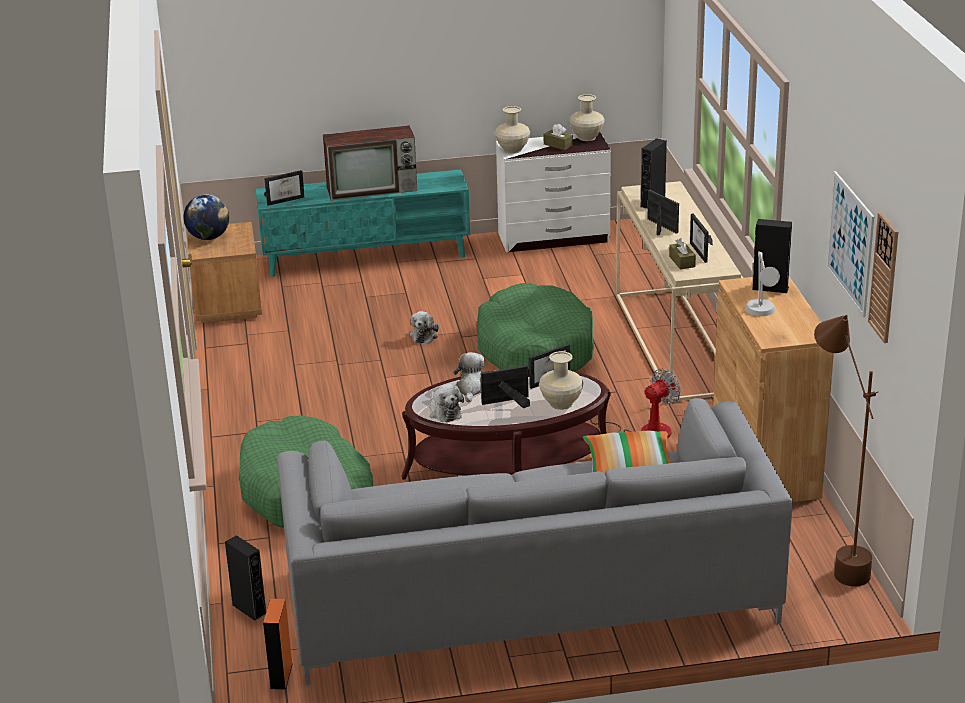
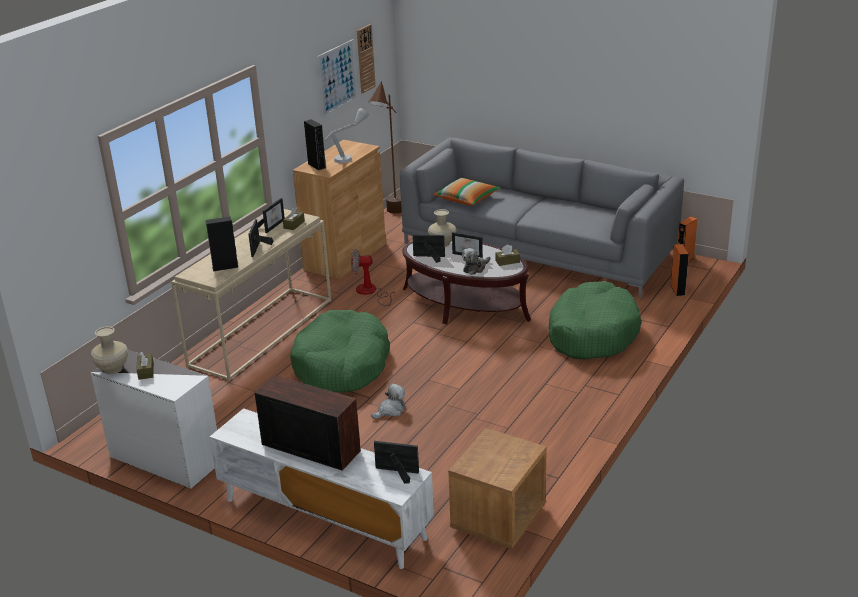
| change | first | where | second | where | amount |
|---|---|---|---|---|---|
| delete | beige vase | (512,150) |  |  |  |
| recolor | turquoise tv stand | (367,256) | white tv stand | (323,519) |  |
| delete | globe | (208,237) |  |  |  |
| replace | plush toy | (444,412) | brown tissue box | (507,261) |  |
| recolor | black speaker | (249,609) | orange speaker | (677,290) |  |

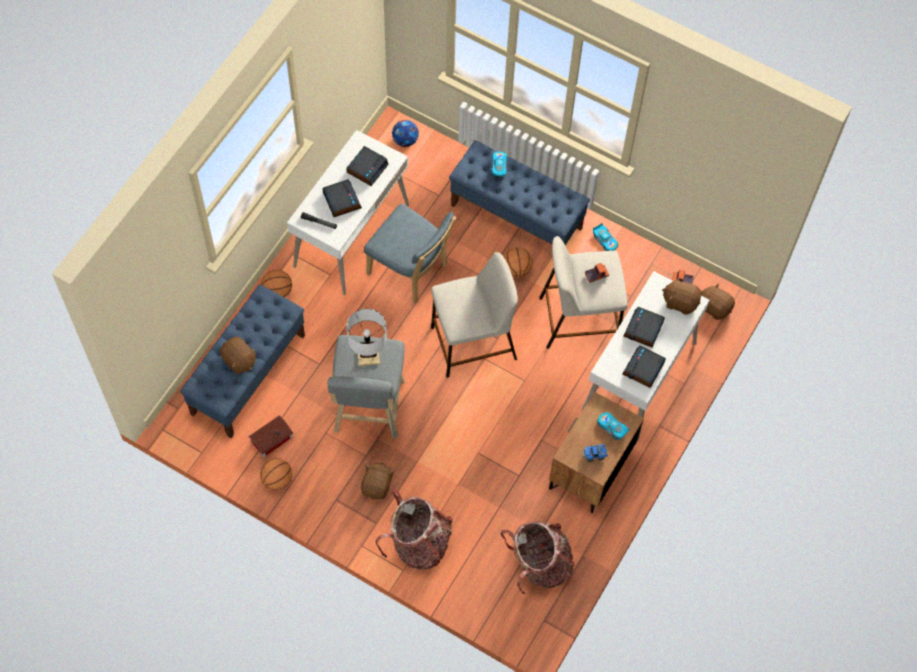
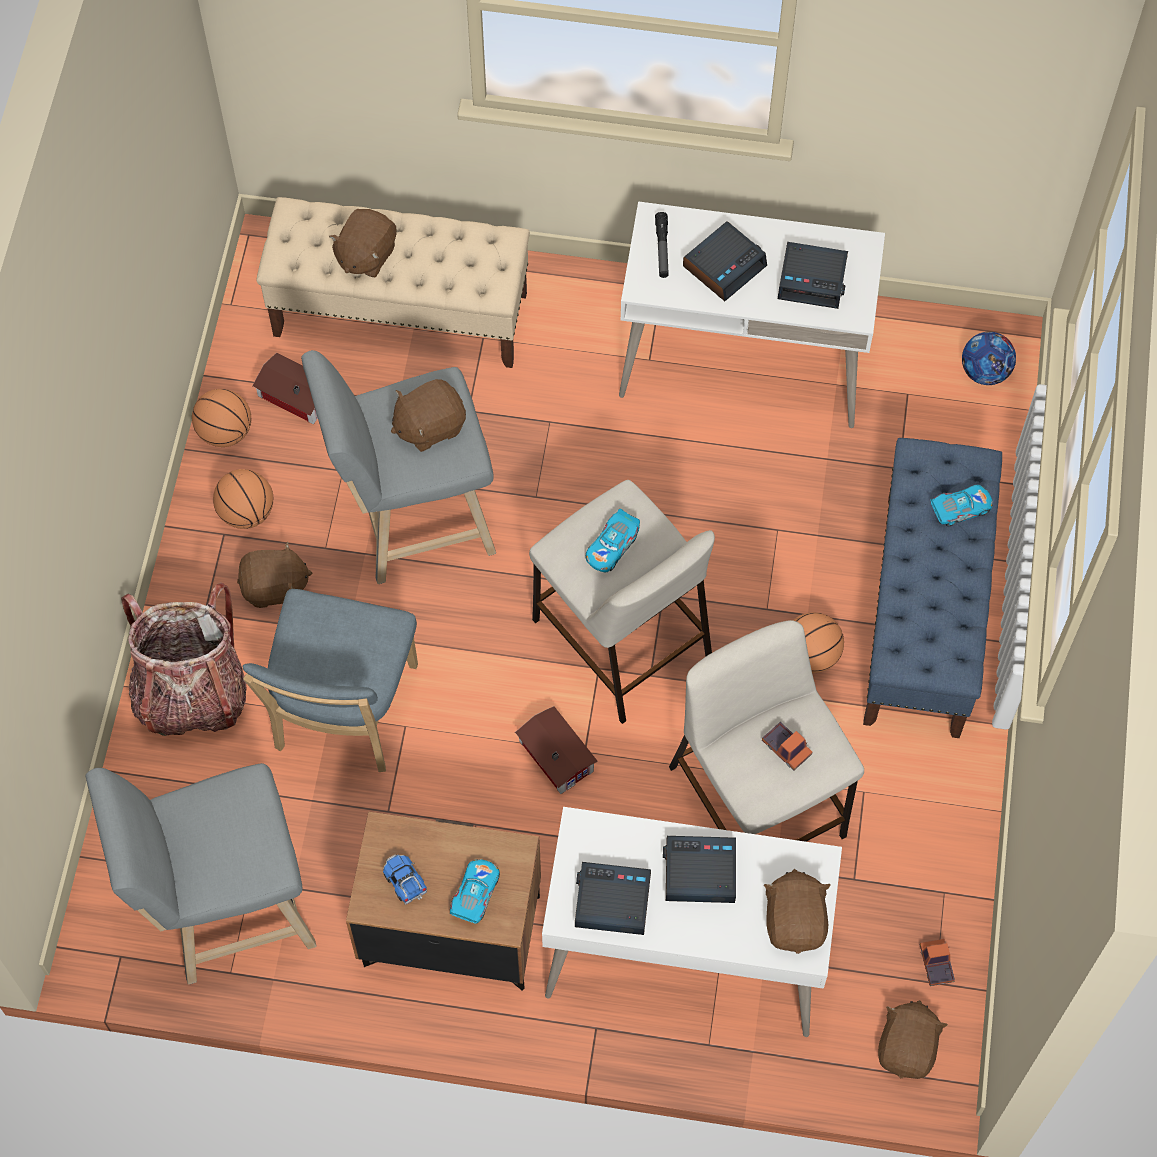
| change | first | where | second | where | amount |
|---|---|---|---|---|---|
| move | blue chair | (410,272) |  | (343,714) |  |
| move | toy car | (605,240) |  | (612,547) |  |
| move | basketball | (277,291) |  | (247,513) |  |
| recolor | blue bench | (248,374) | beige bench | (401,314) |  |
| replace | white table lamp | (368,357) | brown plush toy | (429,426) |  |
| replace | backpack | (539,564) | grey stool | (226,909) |  |
| insert |  |  | toy house | (556,753) |  |

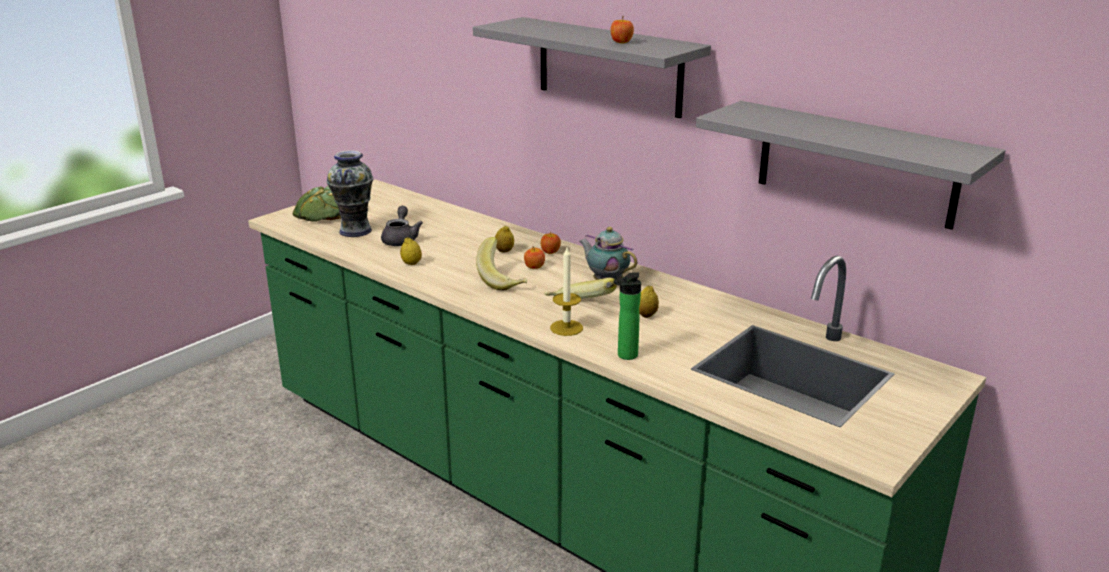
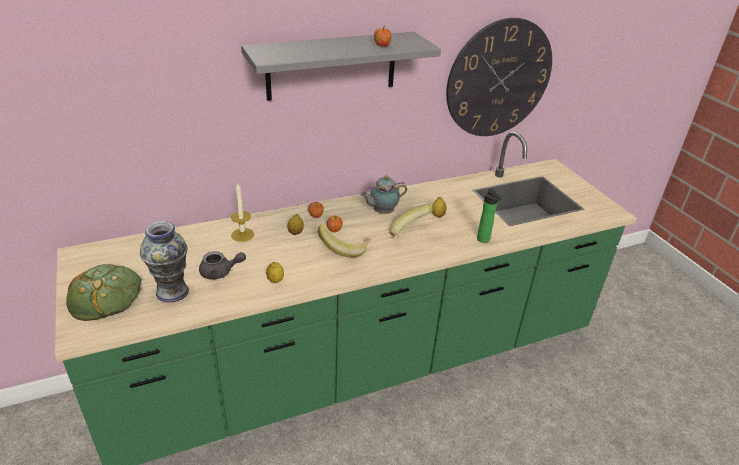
| change | first | where | second | where | amount |
|---|---|---|---|---|---|
| replace | grey shelf | (856,164) | wall clock | (499,79) |  |
| rotate | grey teapot | (401,239) |  | (220,272) | 150 degrees clockwise |
| move | candle | (566,328) |  | (242,235) |  |

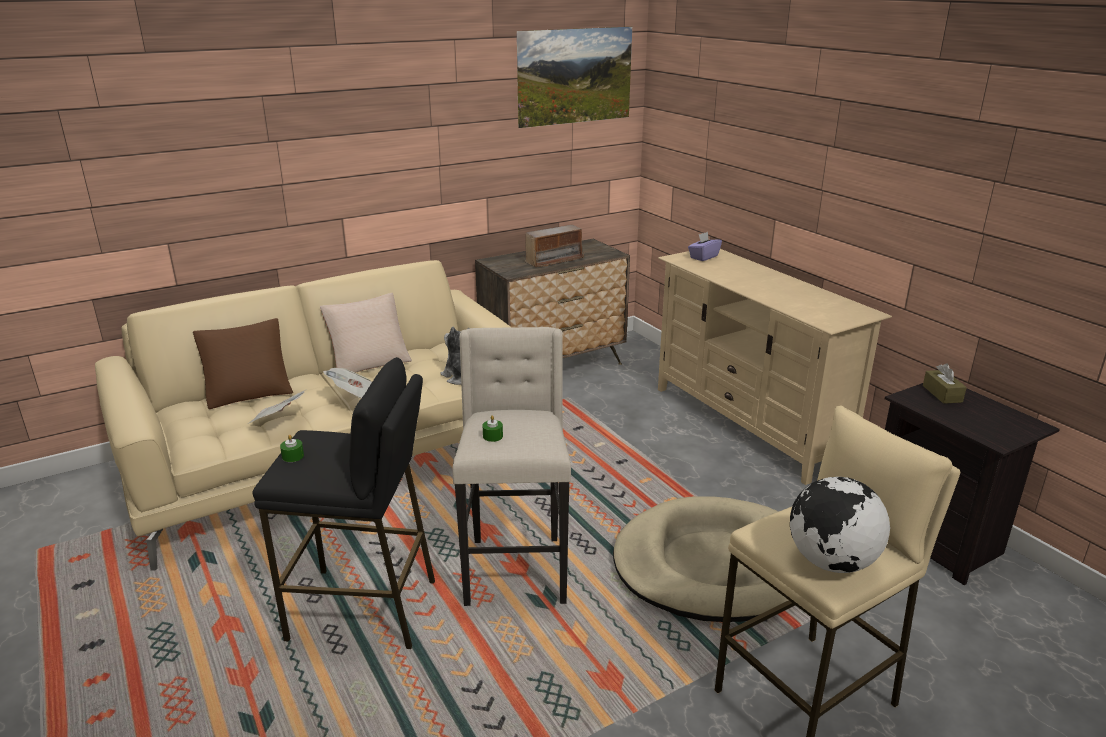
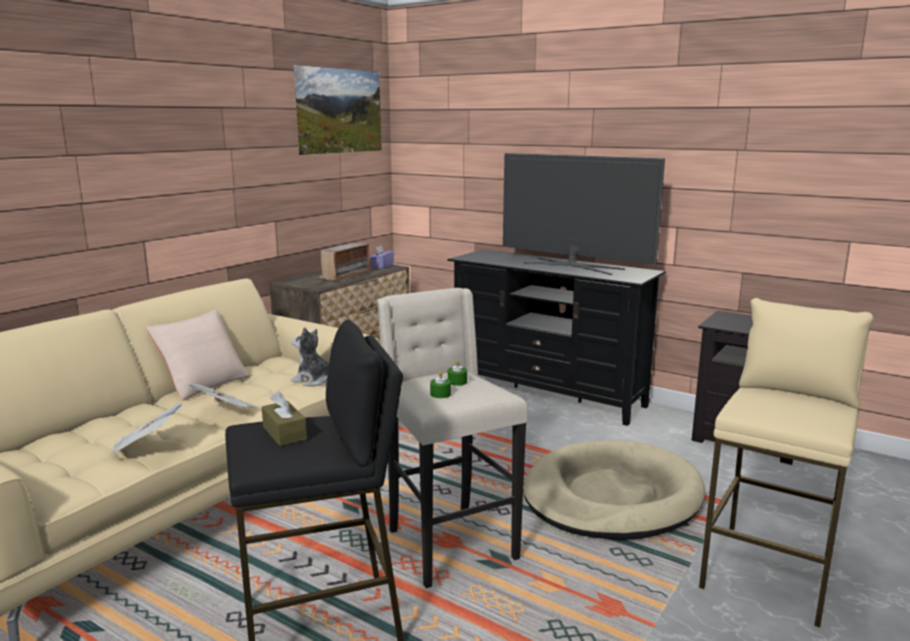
| change | first | where | second | where | amount |
|---|---|---|---|---|---|
| move | purple tissue box | (703,257) |  | (381,266) |  |
| recolor | beige tv stand | (748,424) | black tv stand | (548,394) |  |
| delete | brown pillow | (249,391) |  |  |  |
| move | brown tissue box | (942,394) |  | (284,433) |  |
| move | green candle | (293,456) |  | (457,382) |  |
| delete | globe | (831,562) |  |  |  |
| insert |  |  | television | (573,266) |  |

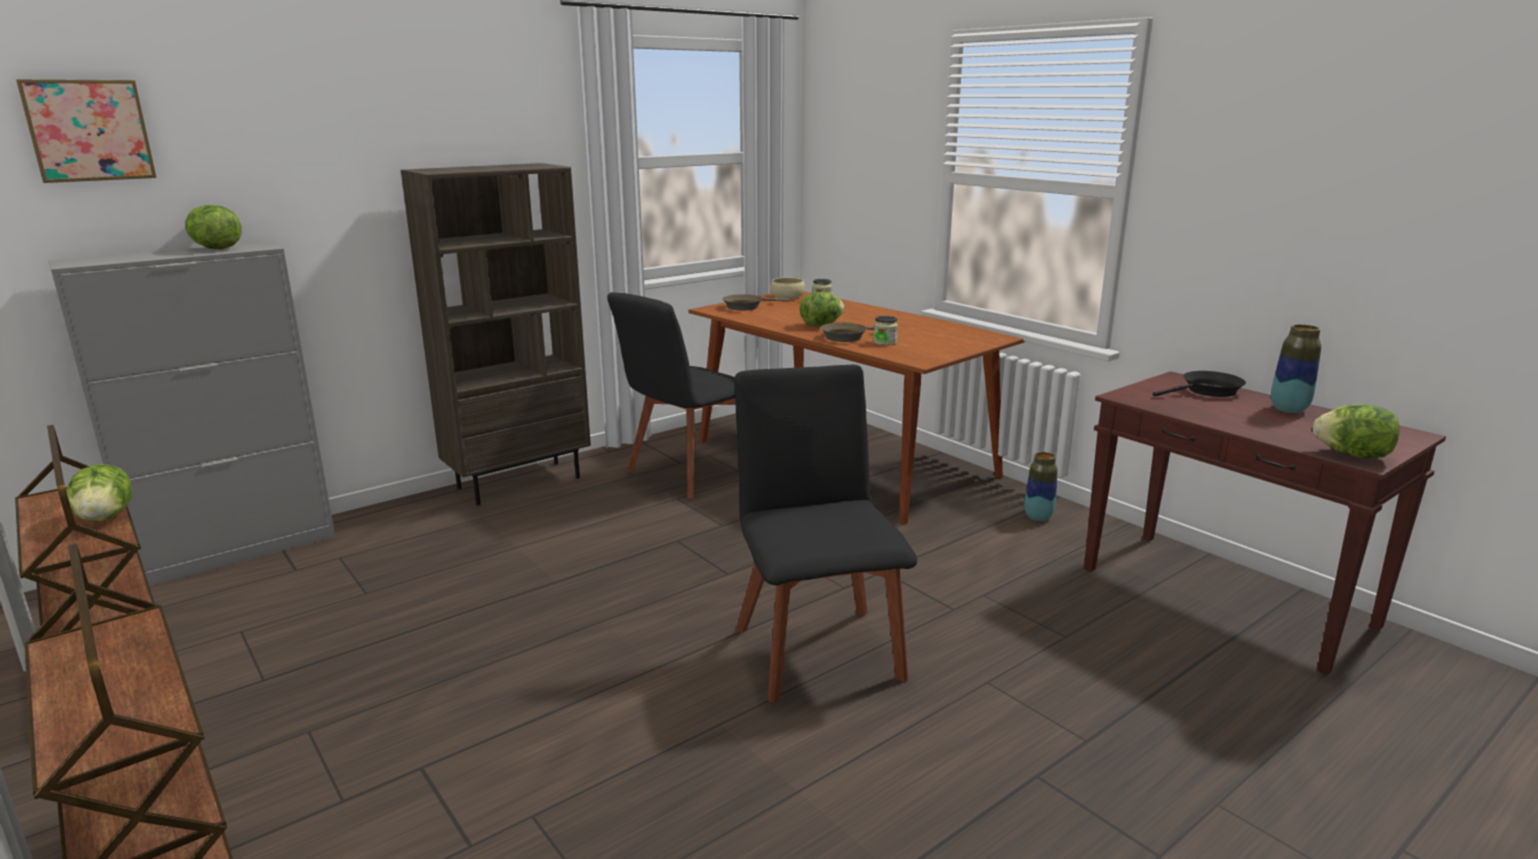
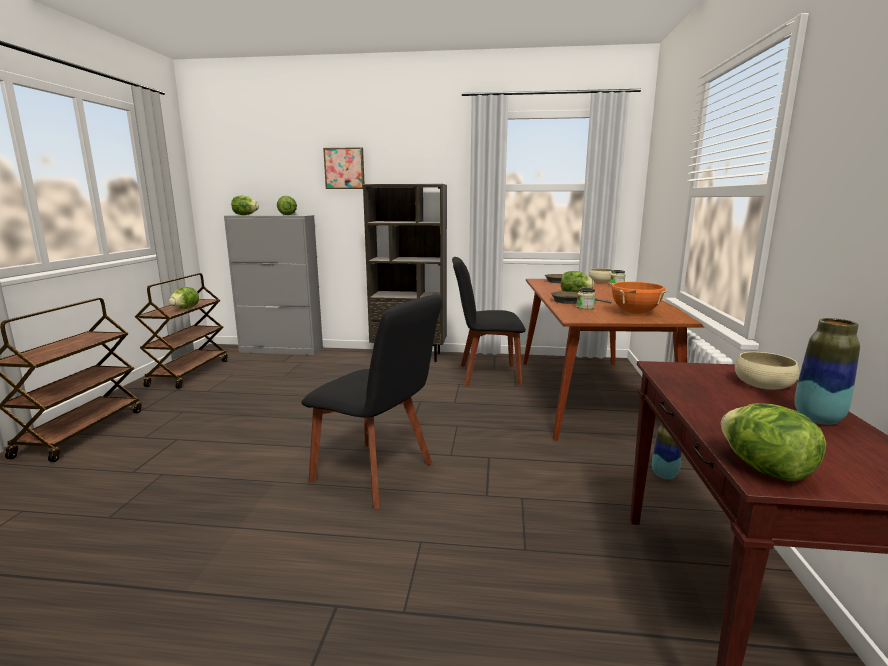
| change | first | where | second | where | amount |
|---|---|---|---|---|---|
| move | picture | (88,130) |  | (344,168) |  |
| rotate | black chair | (816,648) |  | (377,474) | 90 degrees clockwise |
| replace | black frying pan | (1207,391) | beige bowl | (763,384) |  |
| insert |  |  | lettuce | (245,215) |  |
| insert |  |  | orange cooking pot | (635,313) |  |

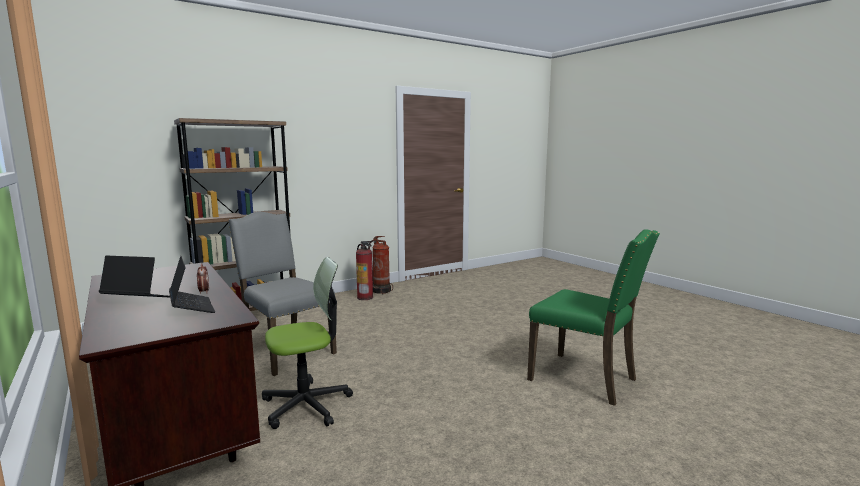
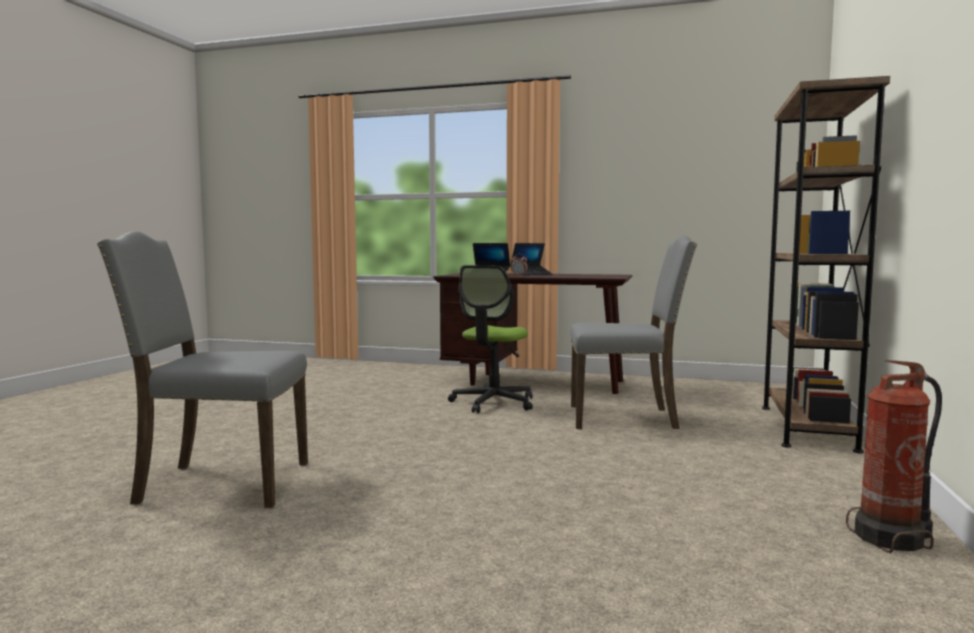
| change | first | where | second | where | amount |
|---|---|---|---|---|---|
| recolor | green chair | (585,379) | grey chair | (220,483) |  |
| delete | fire extinguisher | (365,297) |  |  |  |

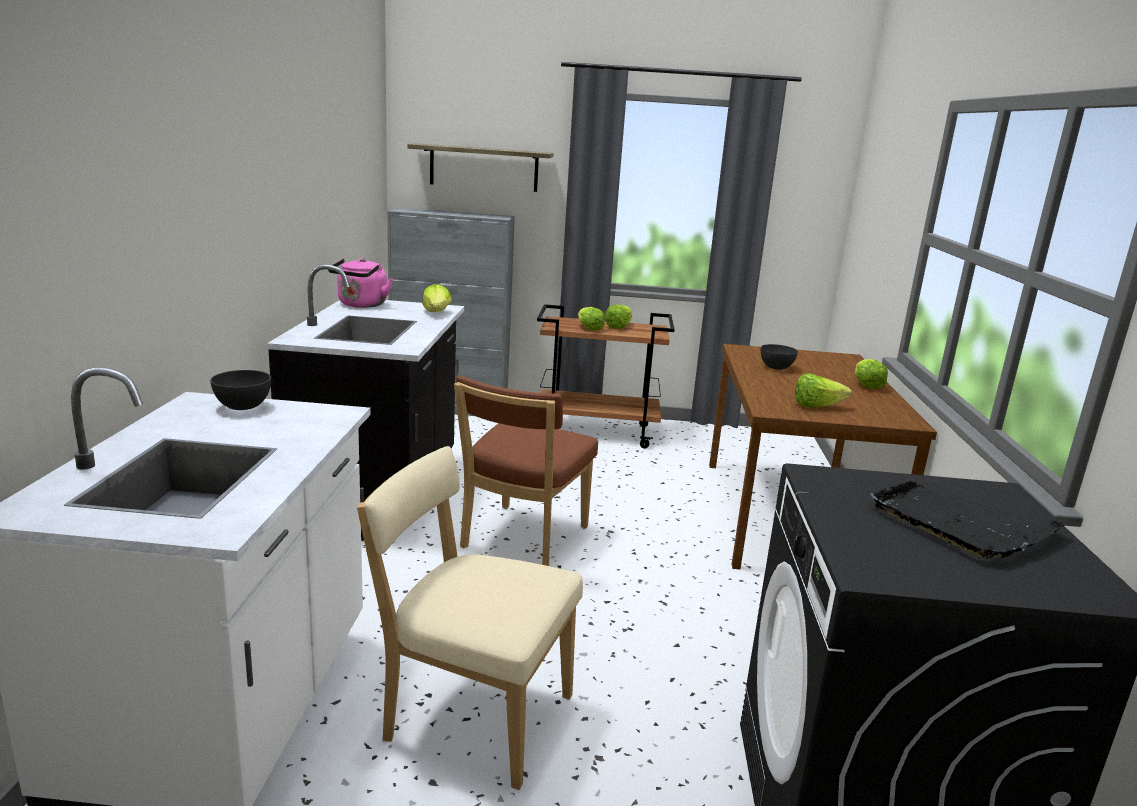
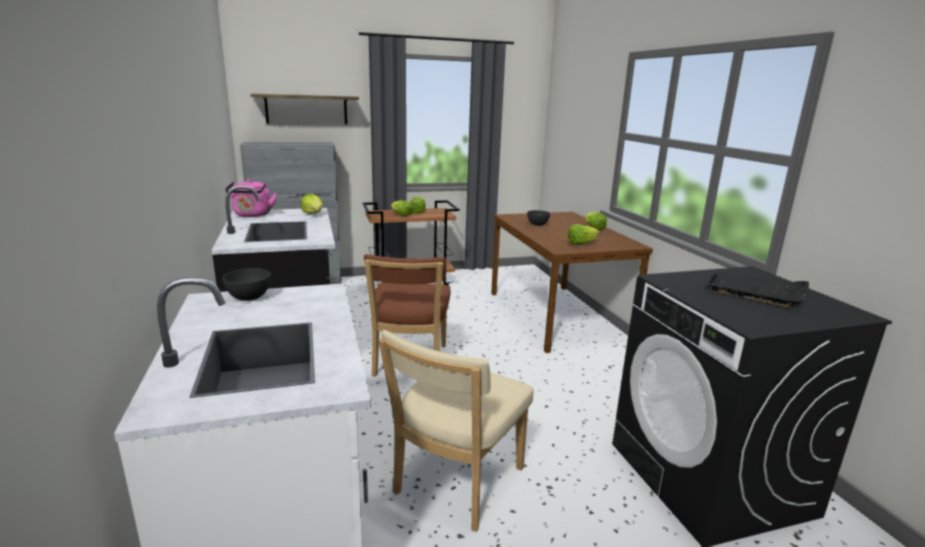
| change | first | where | second | where | amount |
|---|---|---|---|---|---|
| rotate | beige chair | (471,715) |  | (455,484) | 60 degrees counterclockwise |

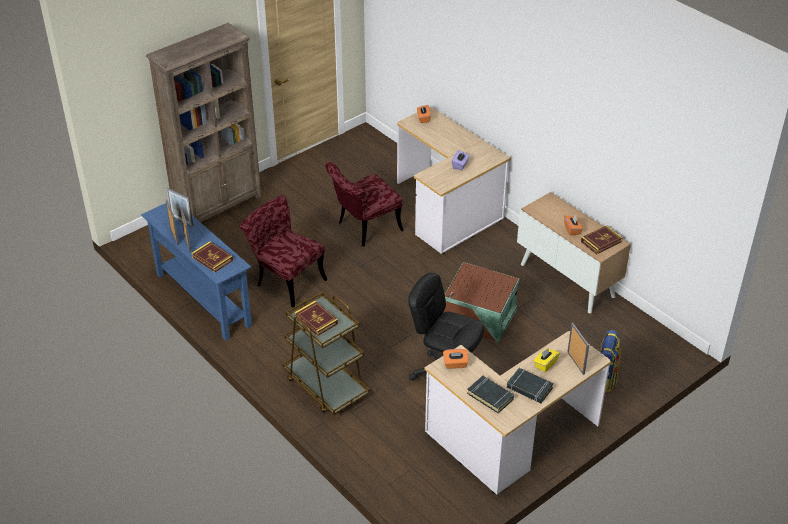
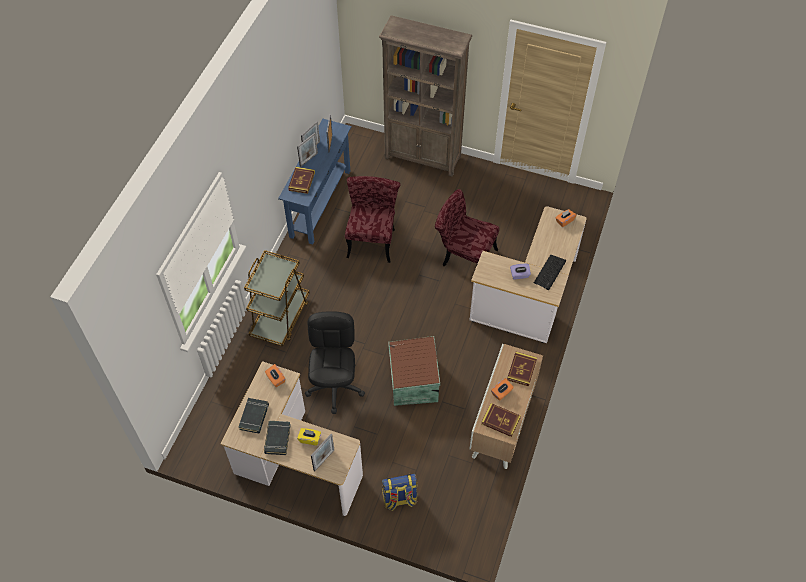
| change | first | where | second | where | amount |
|---|---|---|---|---|---|
| move | book | (316,320) |  | (521,370) |  |
| insert |  |  | keyboard | (550,272) |  |

